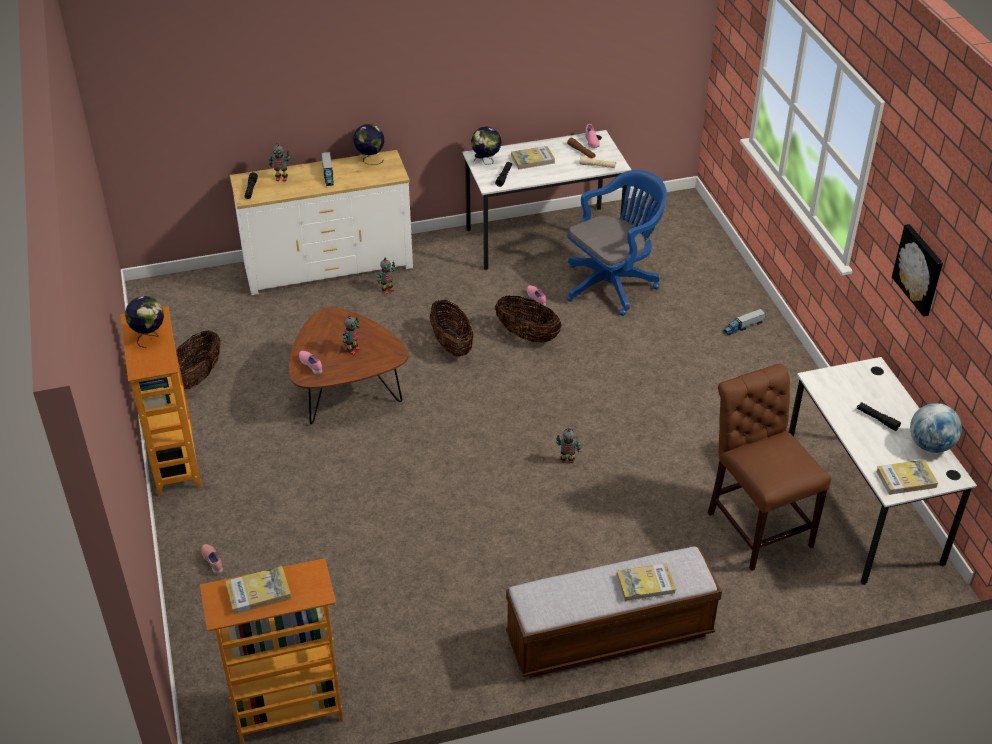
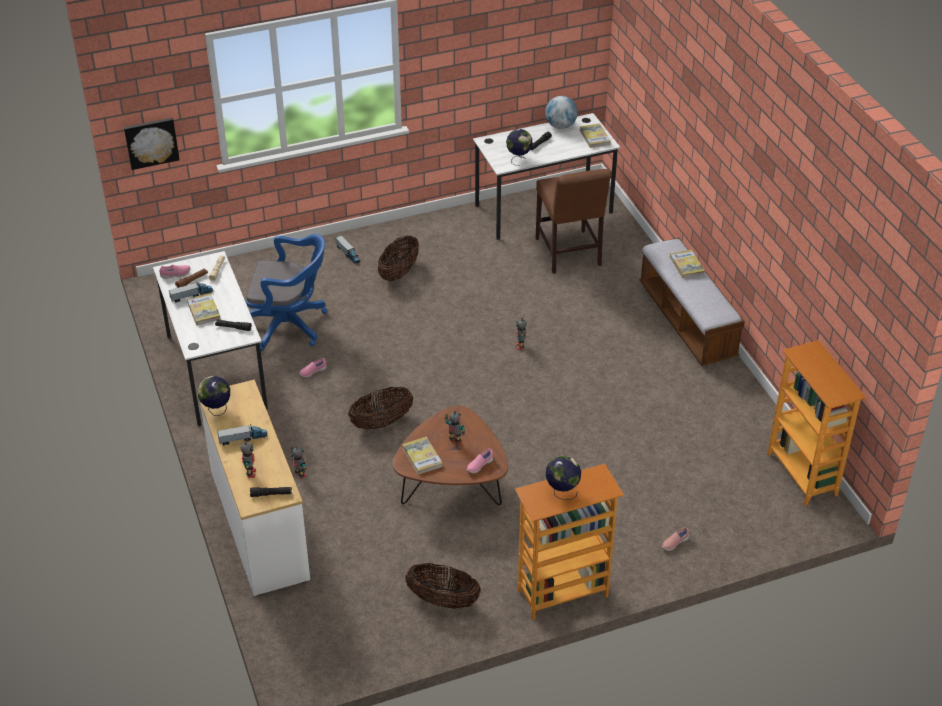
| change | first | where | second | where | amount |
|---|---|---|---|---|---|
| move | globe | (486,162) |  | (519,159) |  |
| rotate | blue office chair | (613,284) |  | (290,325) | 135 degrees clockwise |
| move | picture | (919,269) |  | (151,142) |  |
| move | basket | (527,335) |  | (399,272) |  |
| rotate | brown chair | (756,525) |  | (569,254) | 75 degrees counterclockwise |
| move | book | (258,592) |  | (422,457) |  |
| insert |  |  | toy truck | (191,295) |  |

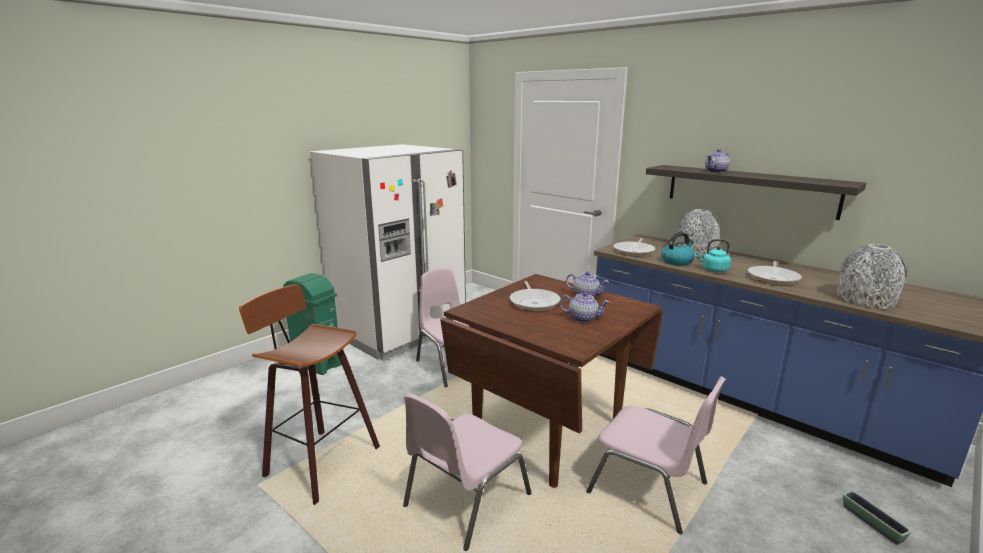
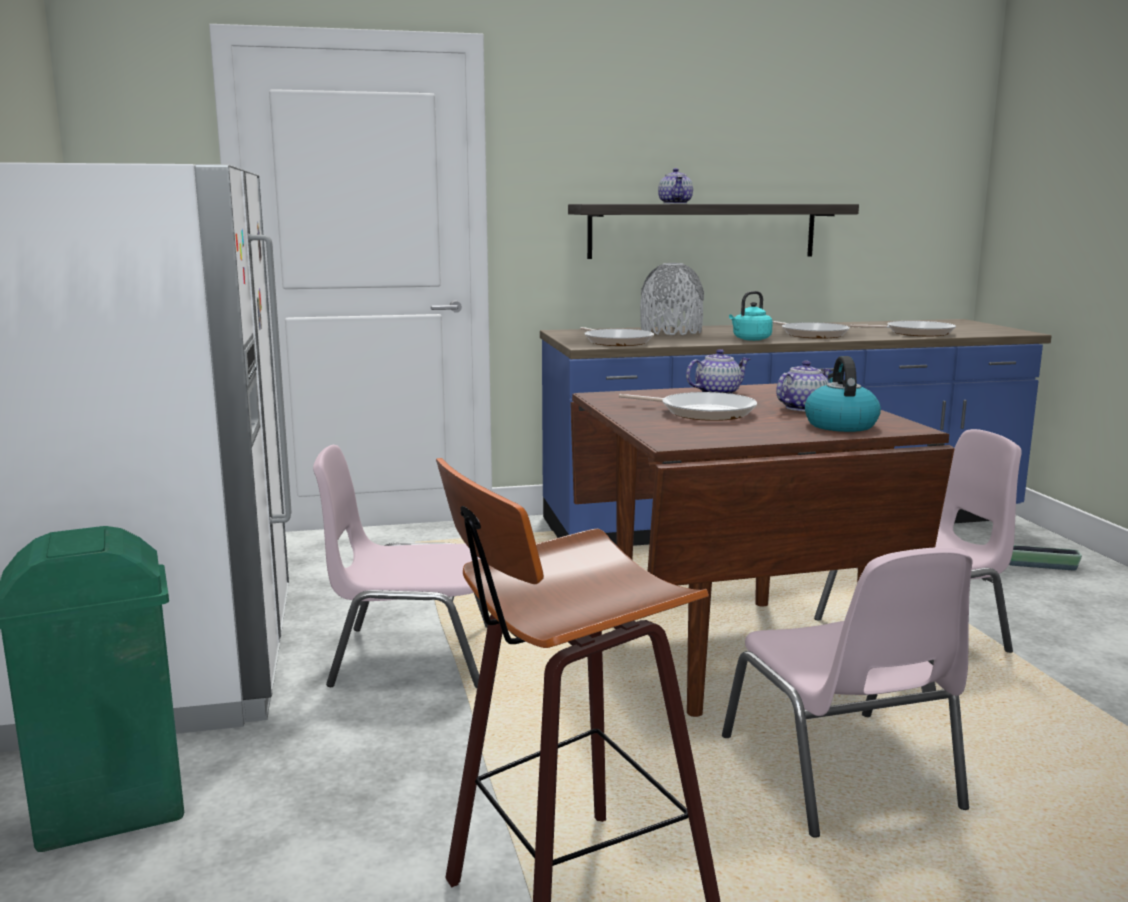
| change | first | where | second | where | amount |
|---|---|---|---|---|---|
| move | kettle | (677,261) |  | (840,425) |  |
| replace | grey vase | (865,300) | frying pan | (915,333) |  |

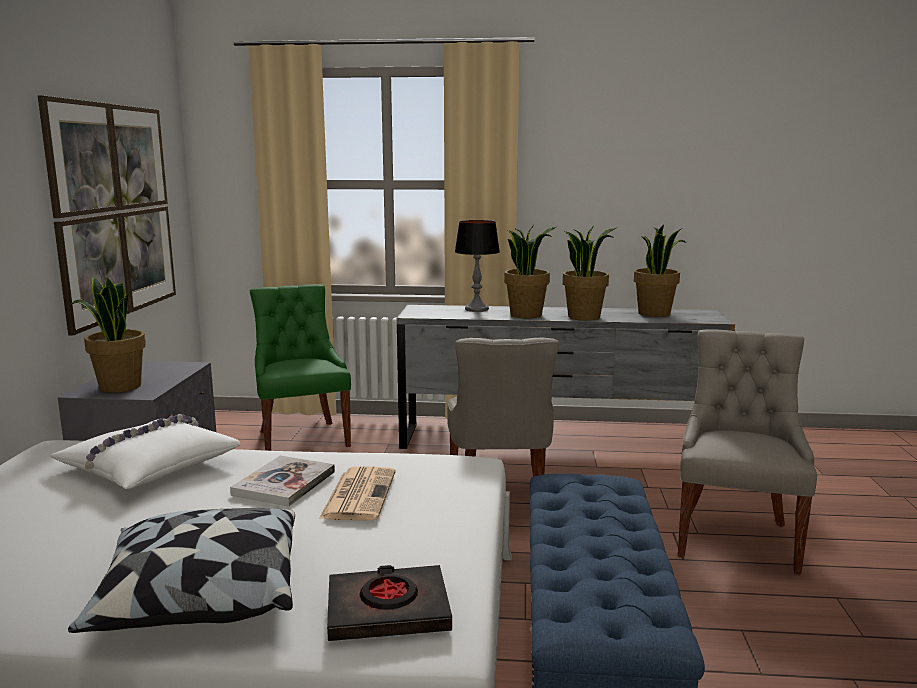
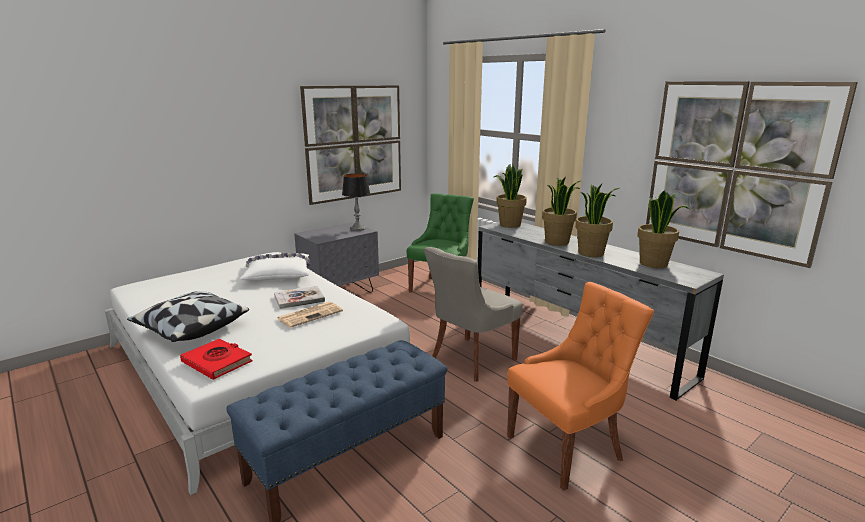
| change | first | where | second | where | amount |
|---|---|---|---|---|---|
| move | table lamp | (476,309) |  | (357,229) |  |
| move | potted plant | (119,387) |  | (509,225) |  |
| recolor | grey chair | (735,538) | orange chair | (567,448) |  |
| recolor | black book | (388,611) | red book | (217,362) |  |
| insert |  |  | picture | (735,168) |  |

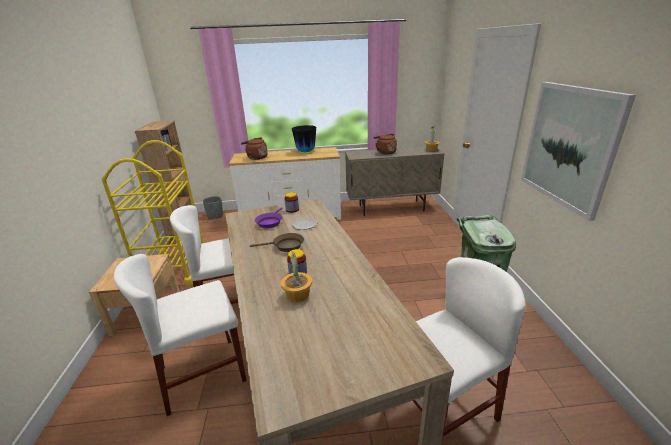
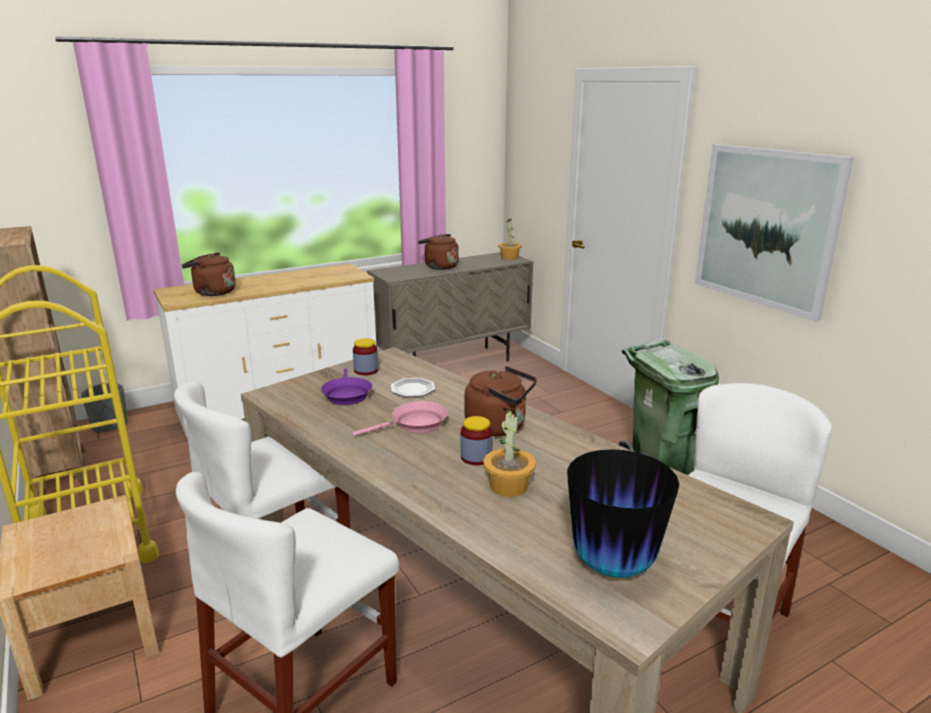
| change | first | where | second | where | amount |
|---|---|---|---|---|---|
| move | vase | (305,152) |  | (613,566) |  |
| recolor | brown frying pan | (285,246) | pink frying pan | (414,425) |  |
| insert |  |  | brown kettle | (499,427) |  |

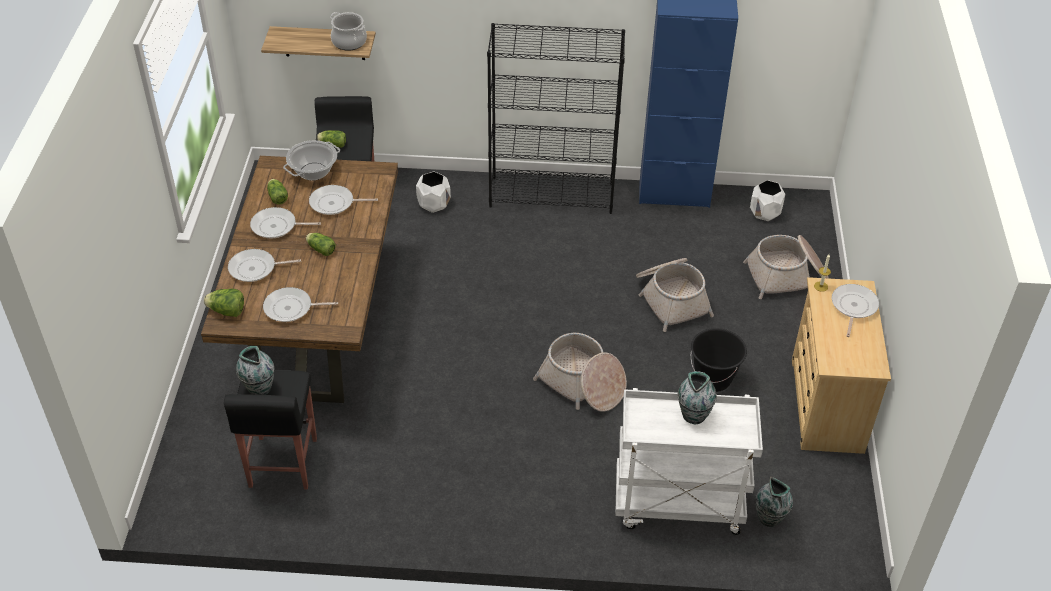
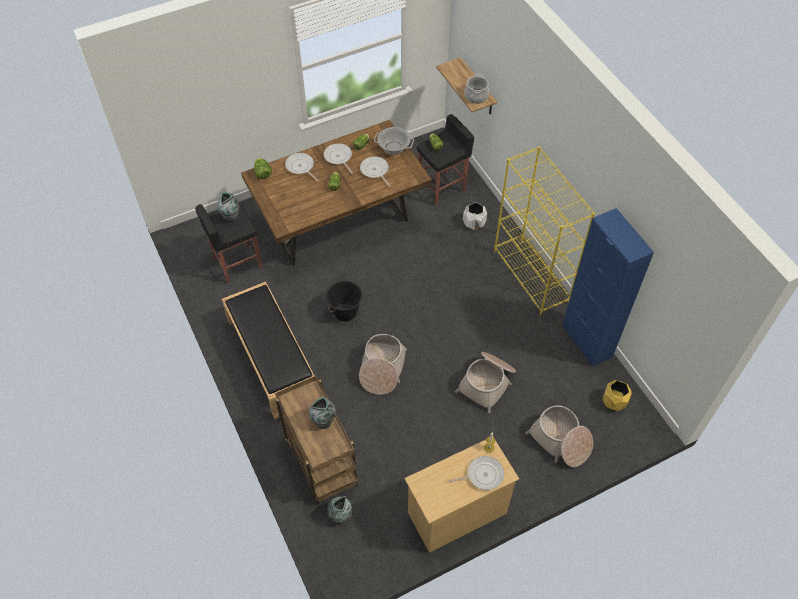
| change | first | where | second | where | amount |
|---|---|---|---|---|---|
| recolor | black bookcase | (552,194) | yellow bookcase | (531,276) |  |
| recolor | white planter | (765,213) | yellow planter | (613,402) |  |
| delete | frying pan | (291,308) |  |  |  |
| move | black bucket | (713,379) |  | (345,312) |  |
| recolor | white cart | (677,505) | brown cart | (320,461) |  |
| insert |  |  | black bench | (271,358) |  |

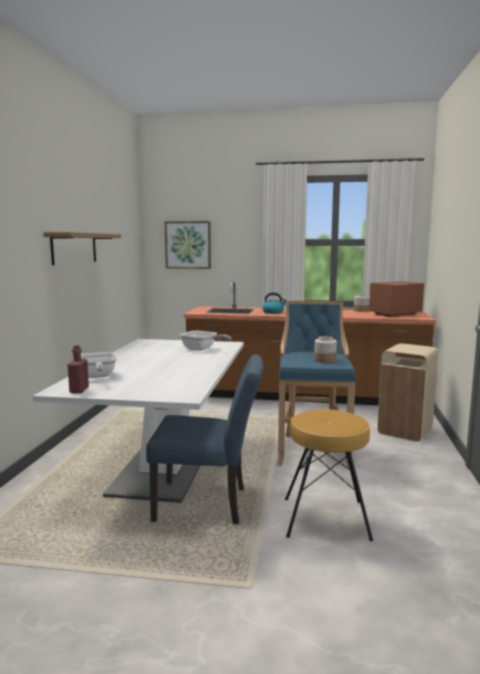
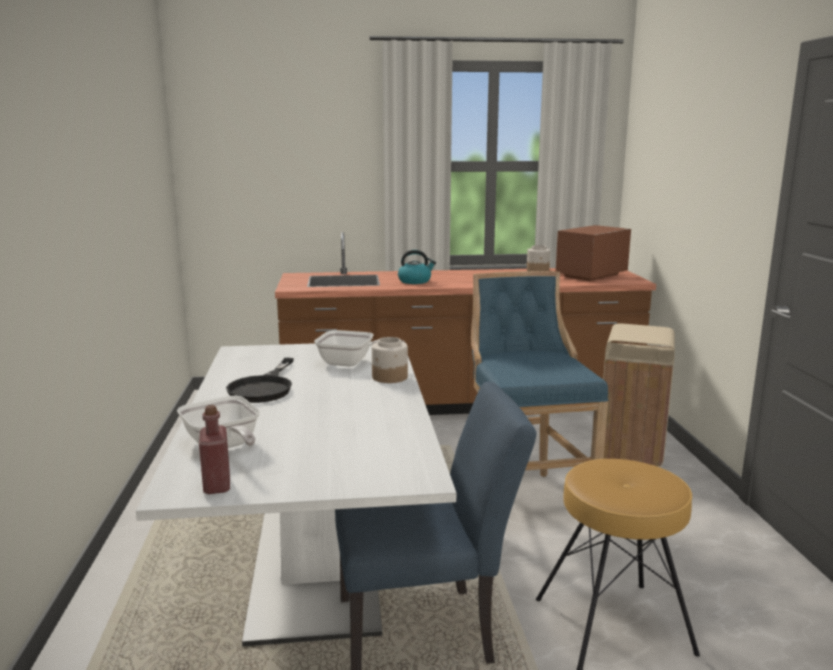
| change | first | where | second | where | amount |
|---|---|---|---|---|---|
| delete | picture | (188,245) |  |  |  |
| delete | shelf | (74,248) |  |  |  |
| move | jar | (325,360) |  | (389,377) |  |
| insert |  |  | black frying pan | (264,387) |  |

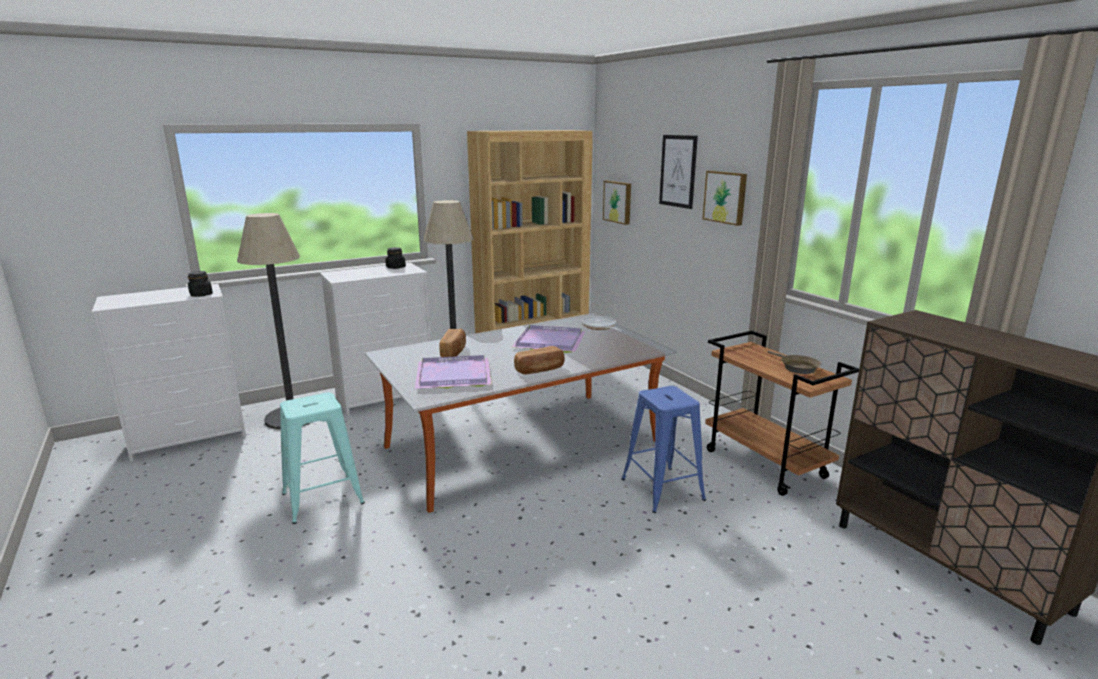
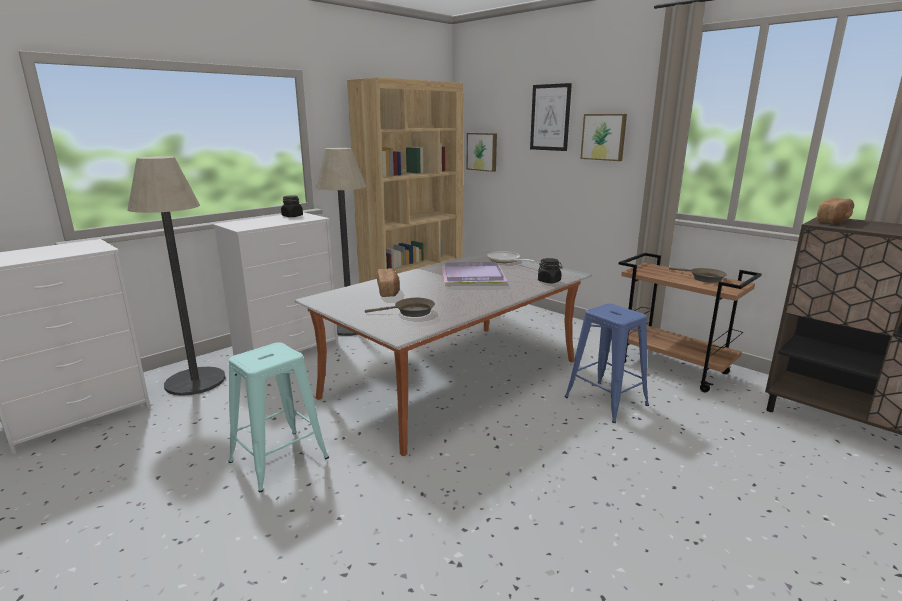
| change | first | where | second | where | amount |
|---|---|---|---|---|---|
| move | black jar | (201,295) |  | (549,281) |  |
| move | bread | (540,370) |  | (834,221) |  |
| replace | purple tray | (455,376) | brown frying pan | (411,312) |  |

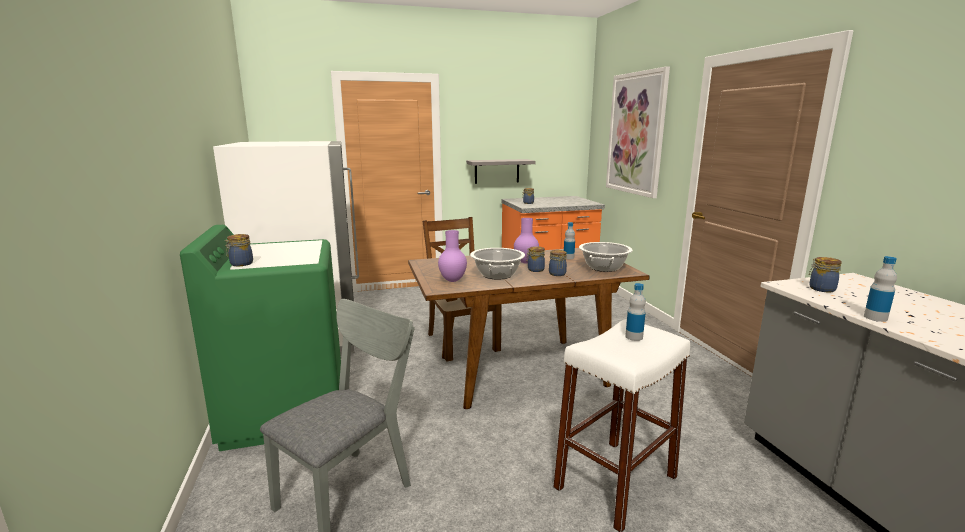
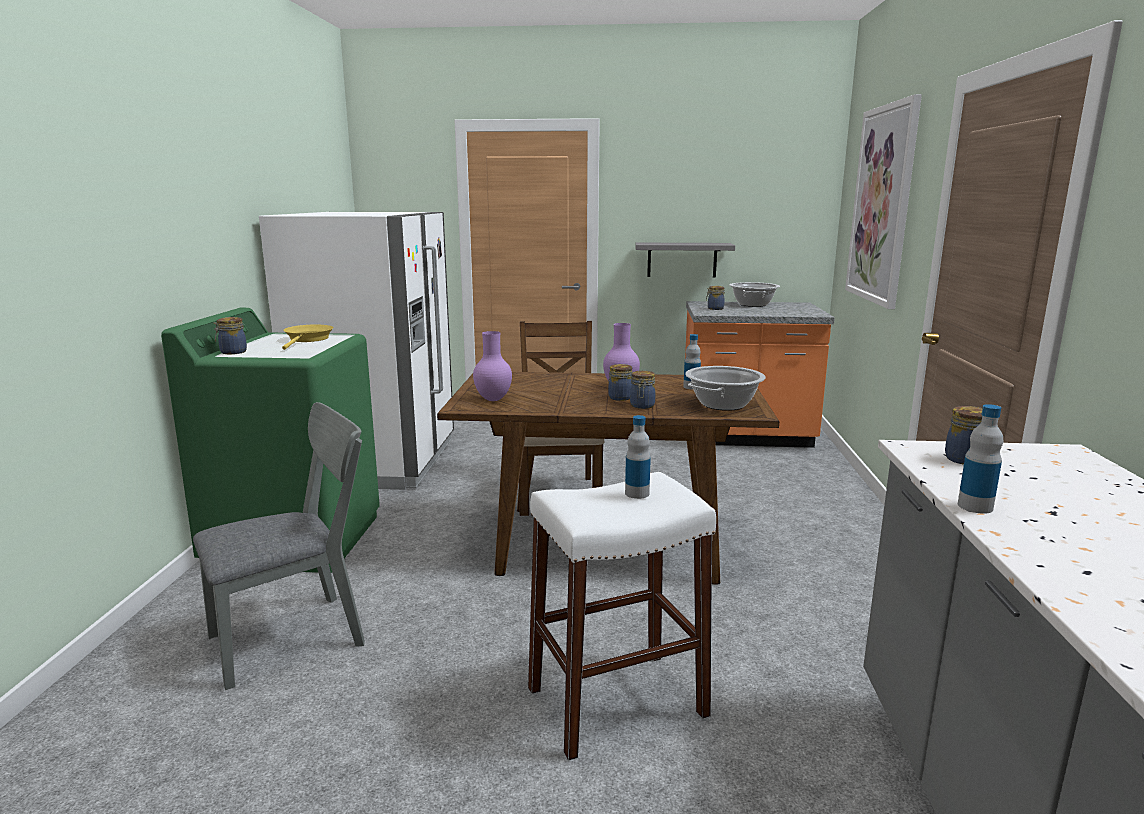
| change | first | where | second | where | amount |
|---|---|---|---|---|---|
| move | cooking pot | (497,275) |  | (752,304) |  |
| insert |  |  | yellow frying pan | (308,339) |  |

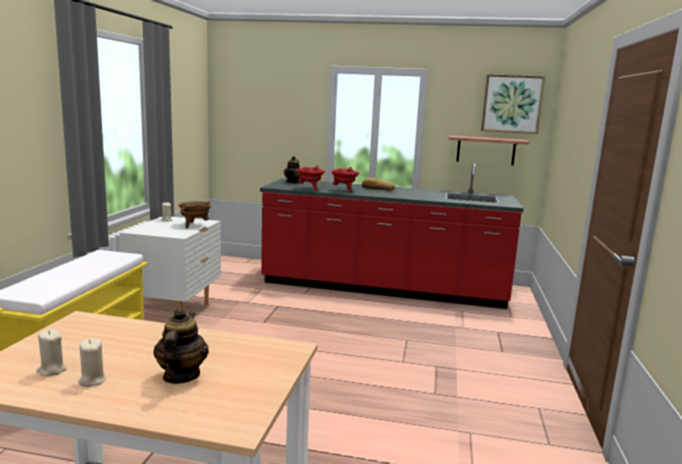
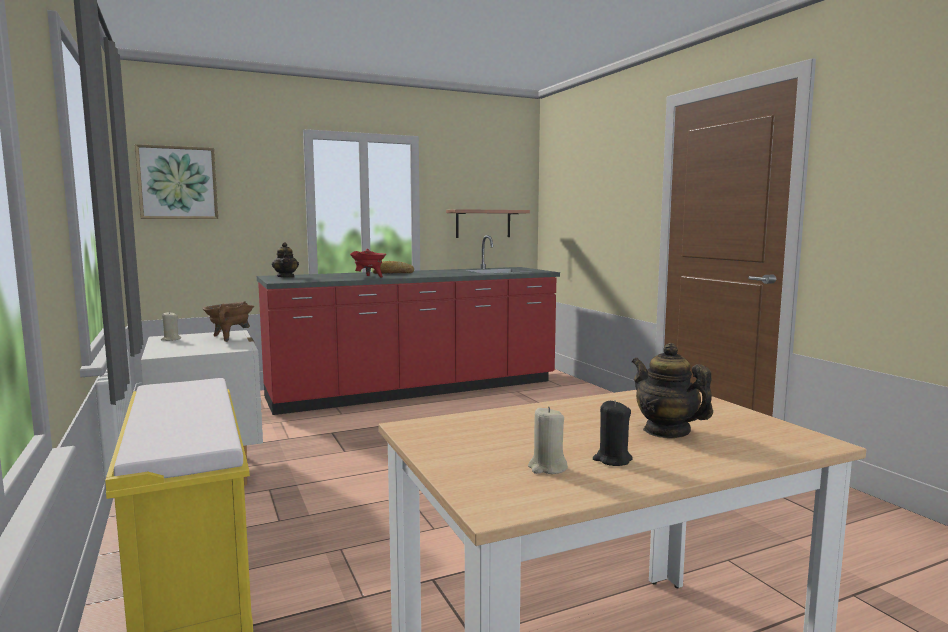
| change | first | where | second | where | amount |
|---|---|---|---|---|---|
| move | picture | (512,104) |  | (177,183) |  |
| delete | red cooking pot | (310,189) |  |  |  |
| recolor | beige candle | (92,380) | black candle | (612,459) |  |

